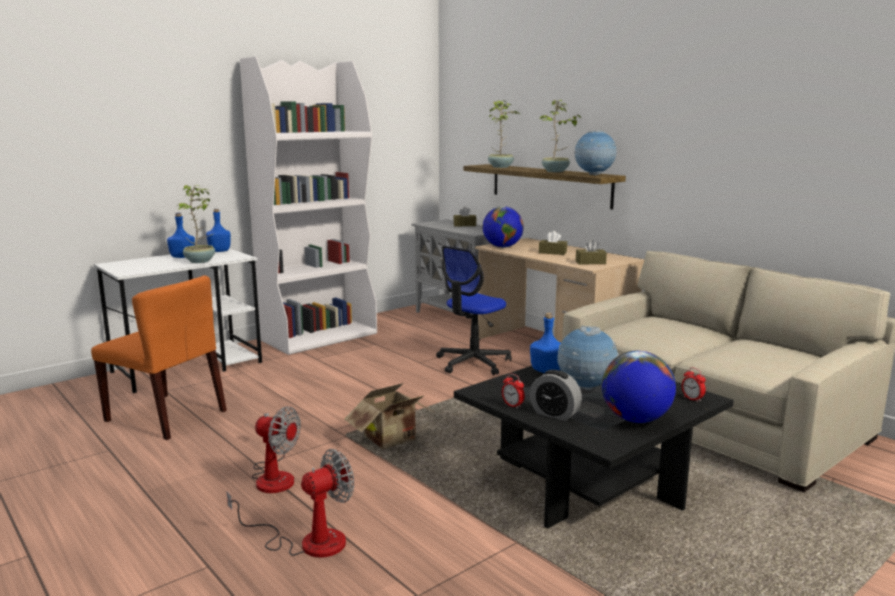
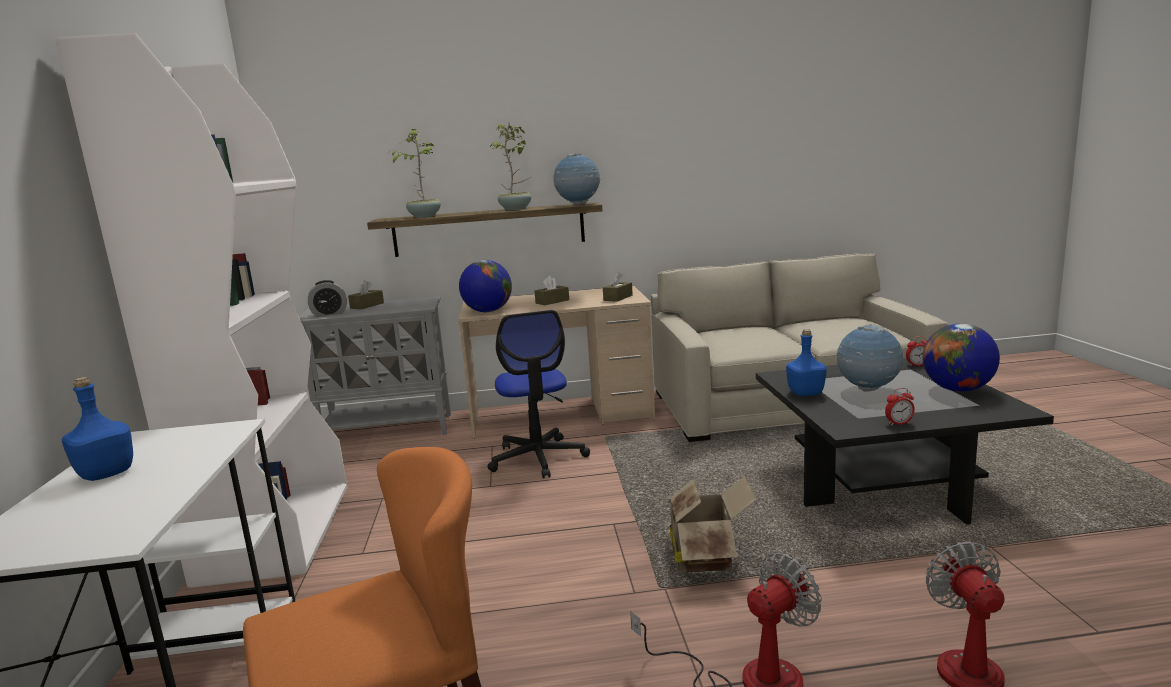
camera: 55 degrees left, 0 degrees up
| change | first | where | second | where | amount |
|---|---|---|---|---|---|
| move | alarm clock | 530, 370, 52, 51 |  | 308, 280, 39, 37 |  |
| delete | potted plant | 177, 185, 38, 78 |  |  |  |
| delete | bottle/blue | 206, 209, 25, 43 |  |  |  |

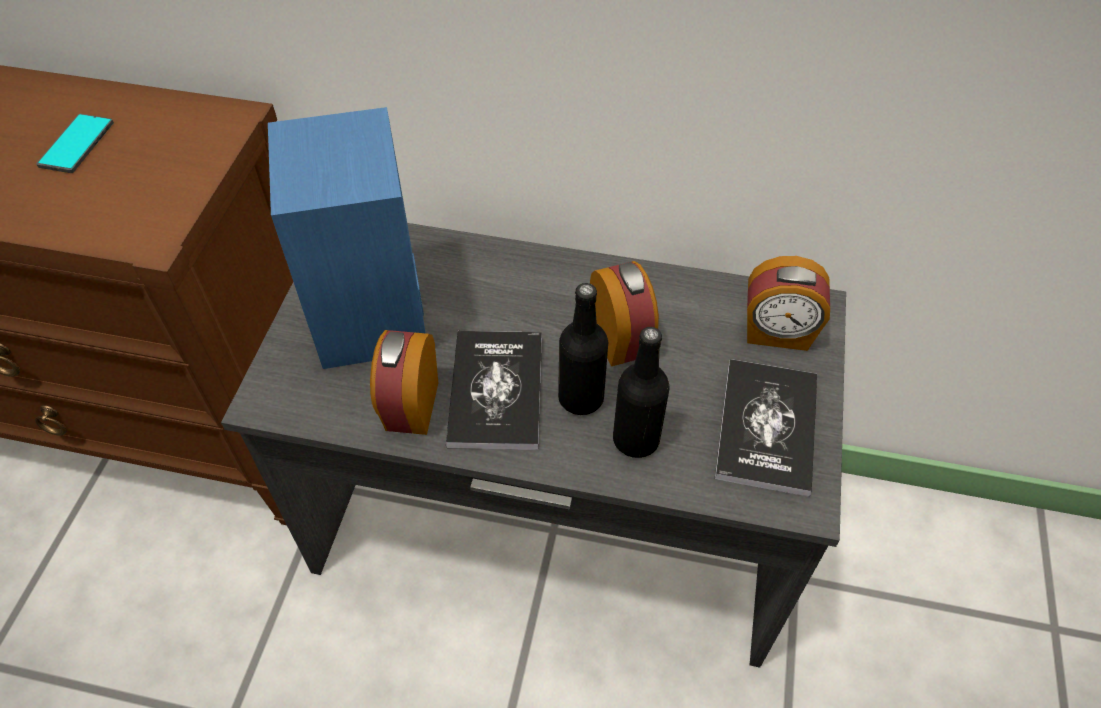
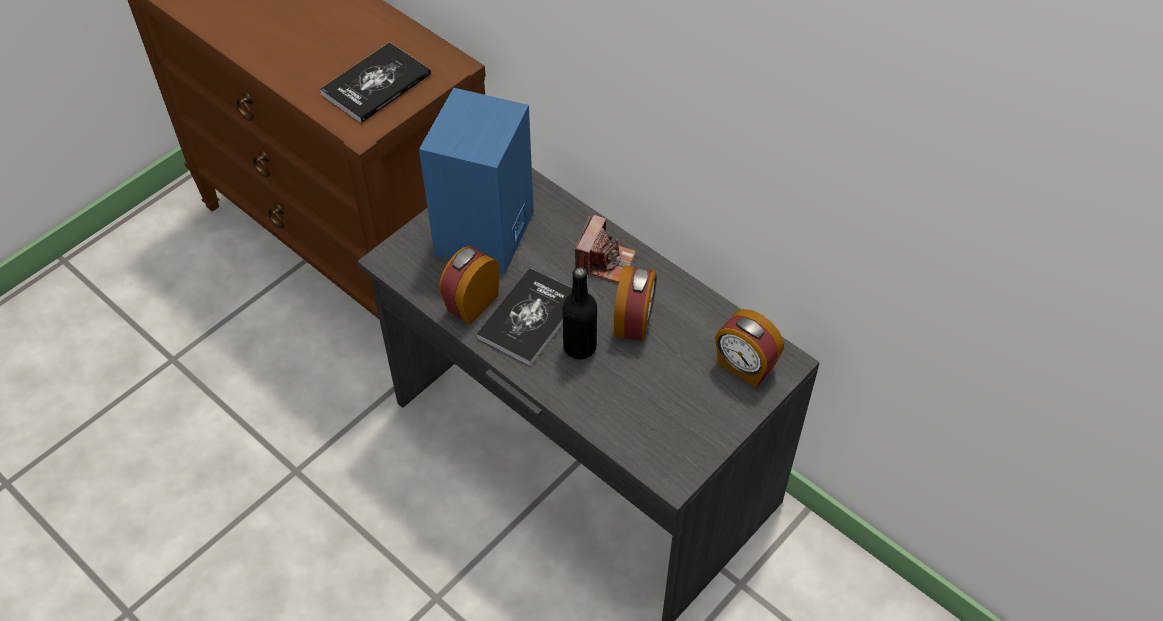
camera: 30 degrees right, 0 degrees up
| change | first | where | second | where | amount |
|---|---|---|---|---|---|
| move | book | 715, 359, 102, 138 |  | 320, 42, 111, 81 |  |
| insert |  |  | photo camera | 575, 214, 61, 69 |  |
| delete | phone | 36, 114, 78, 59 |  |  |  |
| delete | bottle/black | 613, 327, 56, 131 |  |  |  |

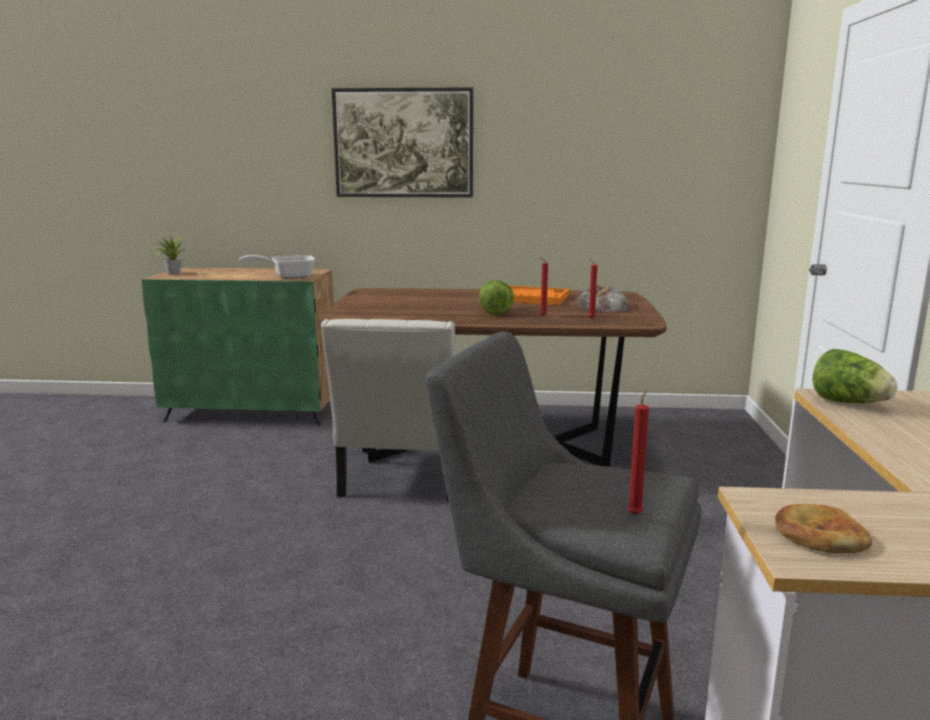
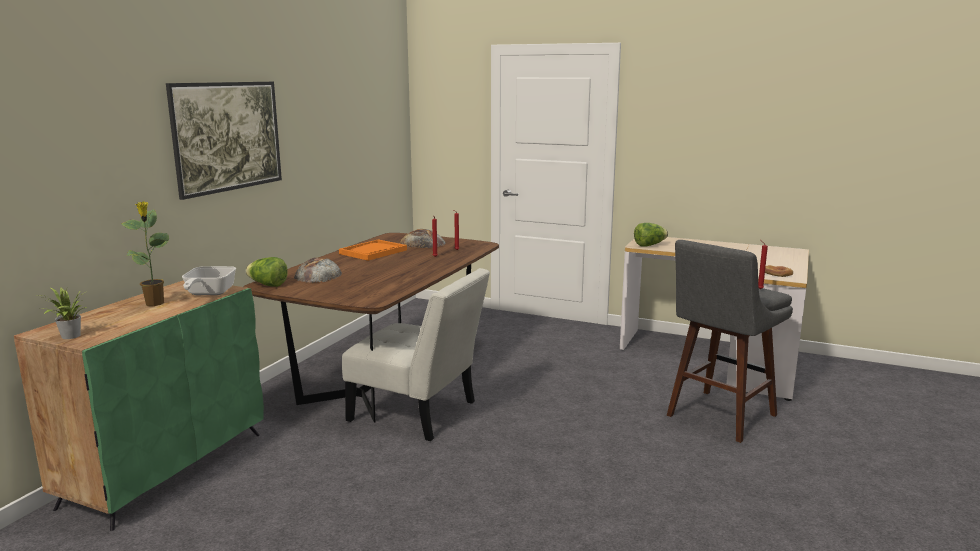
camera: 70 degrees left, 0 degrees up
| change | first | where | second | where | amount |
|---|---|---|---|---|---|
| insert |  |  | potted plant | 121, 201, 48, 105 |  |
| move | lettuce | 479, 280, 35, 35 |  | 246, 257, 42, 30 |  |
| insert |  |  | bread | 294, 258, 48, 25 |  |

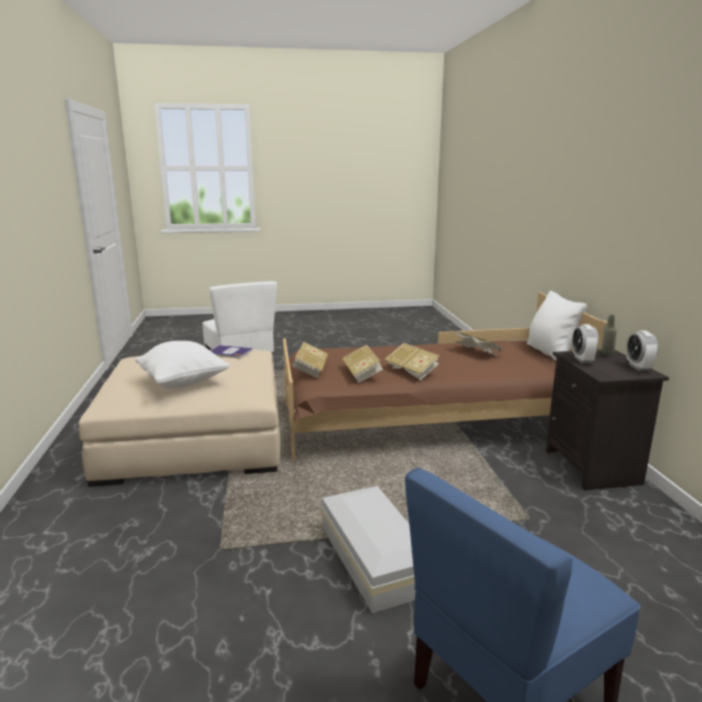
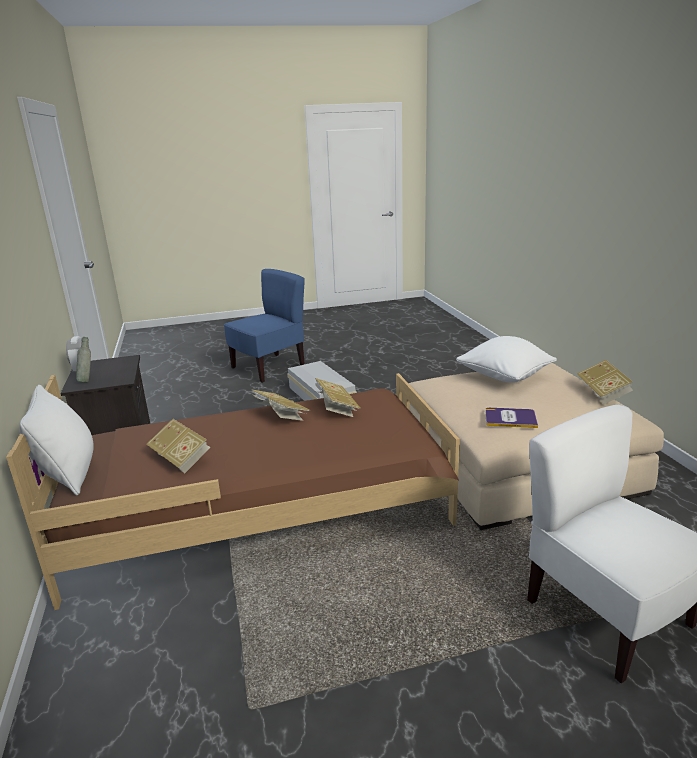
camera: 175 degrees right, 5 degrees up
| change | first | where | second | where | amount |
|---|---|---|---|---|---|
| move | book | 292, 341, 36, 37 |  | 577, 360, 56, 44 |  |
| delete | alarm clock | 572, 324, 27, 39 |  |  |  |

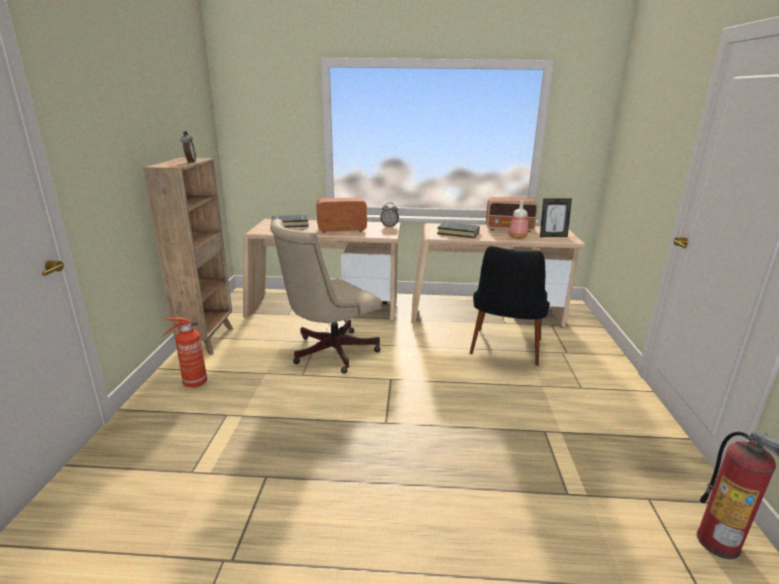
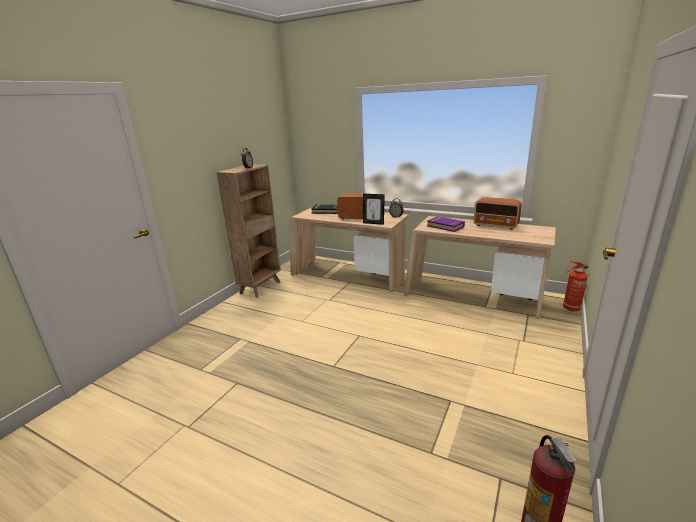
camera: 25 degrees right, 0 degrees up
| change | first | where | second | where | amount |
|---|---|---|---|---|---|
| move | picture frame | 540, 198, 32, 39 |  | 363, 194, 22, 31 |  |
| recolor | book/black | 437, 222, 43, 16 | book/purple | 427, 216, 38, 16 |  |
| move | fire extinguisher | 162, 318, 45, 70 |  | 563, 261, 26, 50 |  |
| delete | office chair/beige | 270, 219, 111, 155 |  |  |  |
| delete | chair/black | 470, 246, 80, 120 |  |  |  |
| delete | bottle | 509, 200, 19, 39 |  |  |  |

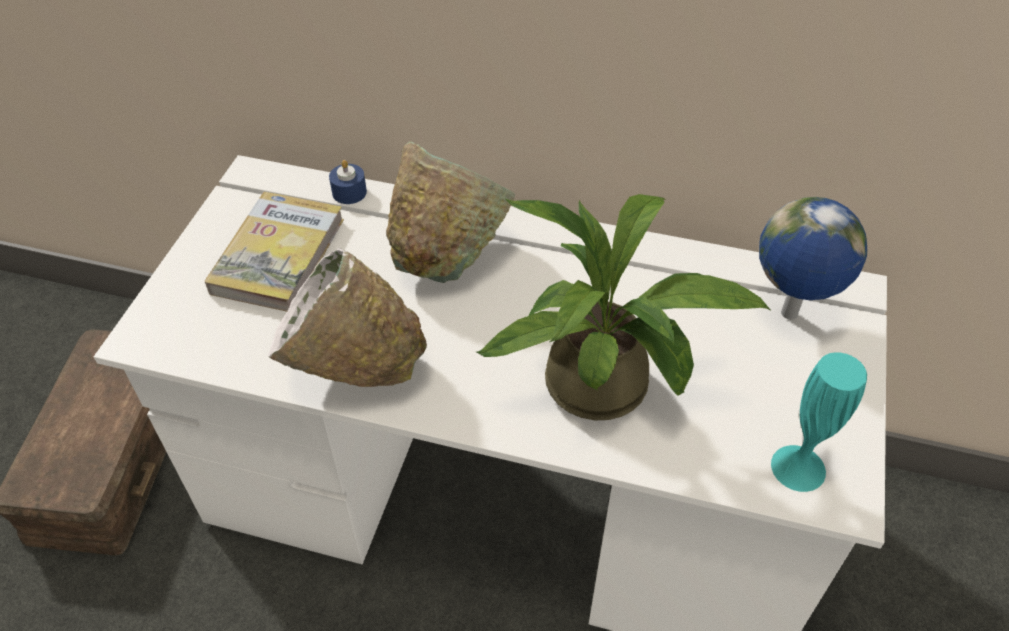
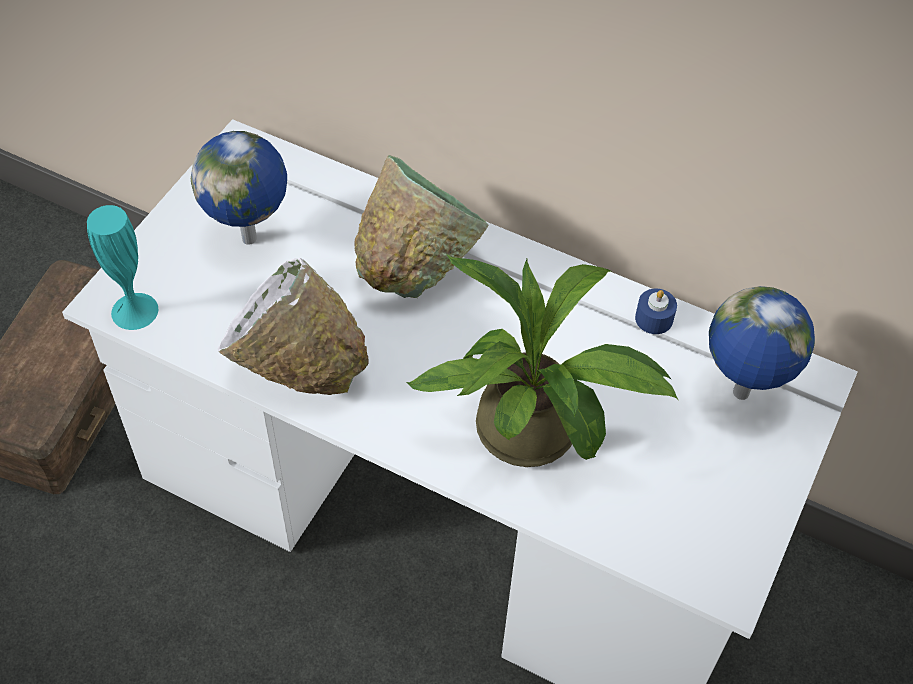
camera: 10 degrees right, 5 degrees up
| change | first | where | second | where | amount |
|---|---|---|---|---|---|
| move | vase/turquoise | 771, 352, 96, 140 |  | 87, 205, 71, 125 |  |
| replace | book | 205, 192, 139, 120 | globe | 191, 131, 96, 114 |  |
| move | candle/blue | 329, 160, 38, 44 |  | 635, 289, 42, 45 |  |

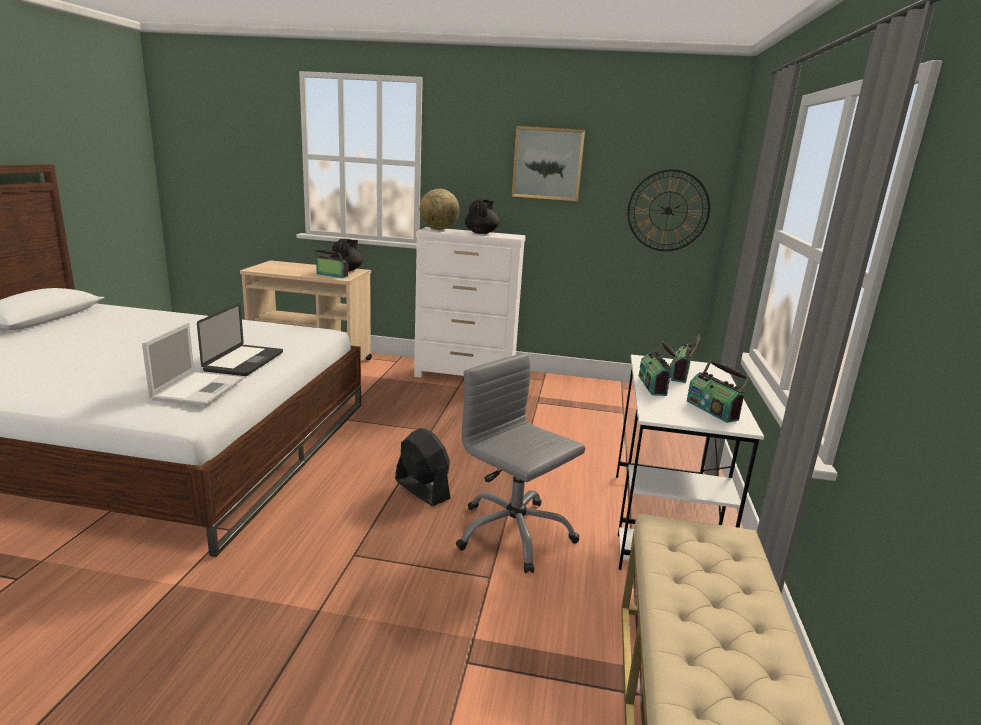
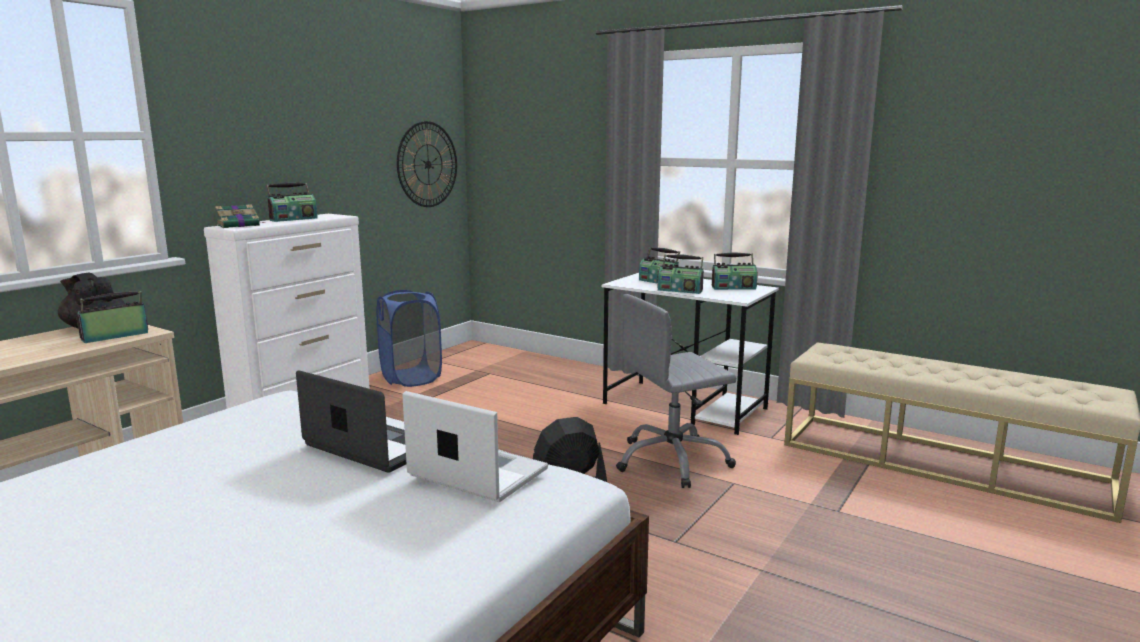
camera: 65 degrees left, 5 degrees down
| change | first | where | second | where | amount |
|---|---|---|---|---|---|
| replace | globe | 419, 189, 41, 41 | book | 215, 204, 49, 24 |  |
| replace | teapot/black | 465, 199, 34, 35 | radio | 266, 182, 51, 40 |  |
| insert |  |  | laundry basket/blue | 376, 290, 66, 97 |  |
| delete | picture | 512, 126, 73, 75 |  |  |  |

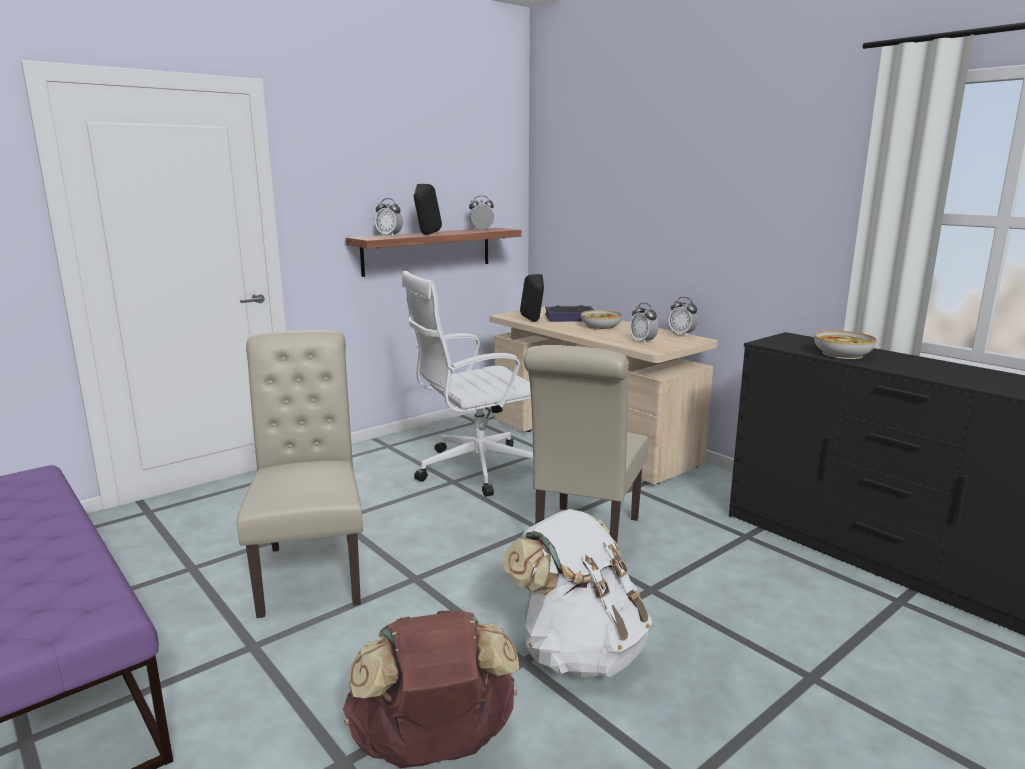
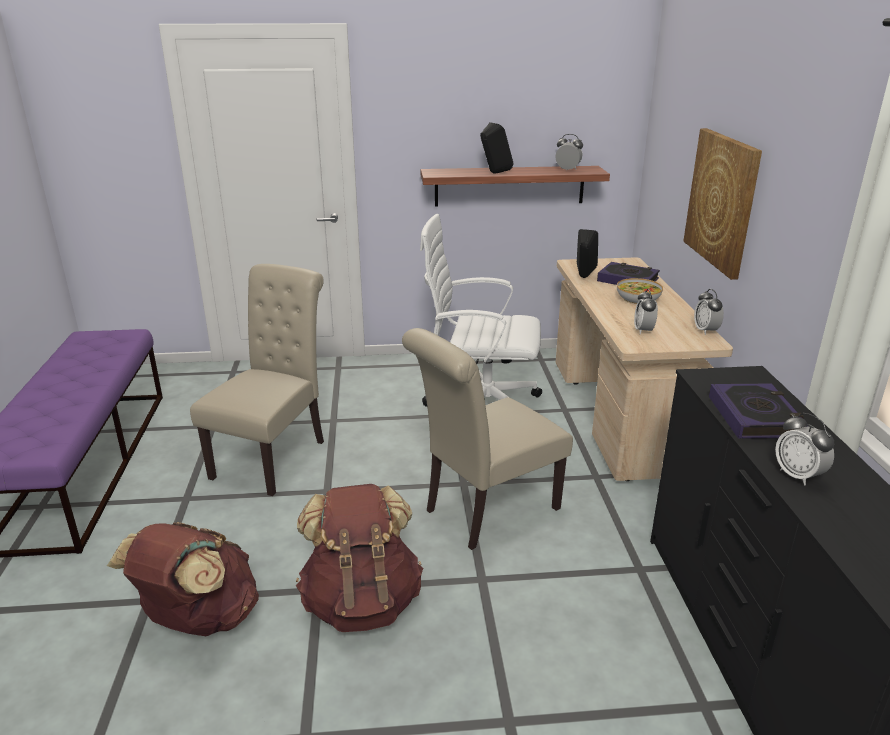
camera: 35 degrees right, 10 degrees up
| change | first | where | second | where | amount |
|---|---|---|---|---|---|
| recolor | backpack/white | 503, 509, 149, 169 | backpack/brown | 296, 484, 127, 148 |  |
| insert |  |  | picture | 683, 128, 79, 152 |  |
| replace | bowl | 814, 330, 63, 29 | book | 709, 383, 99, 56 |  |
| move | alarm clock | 375, 198, 28, 39 |  | 775, 413, 59, 73 |  |

